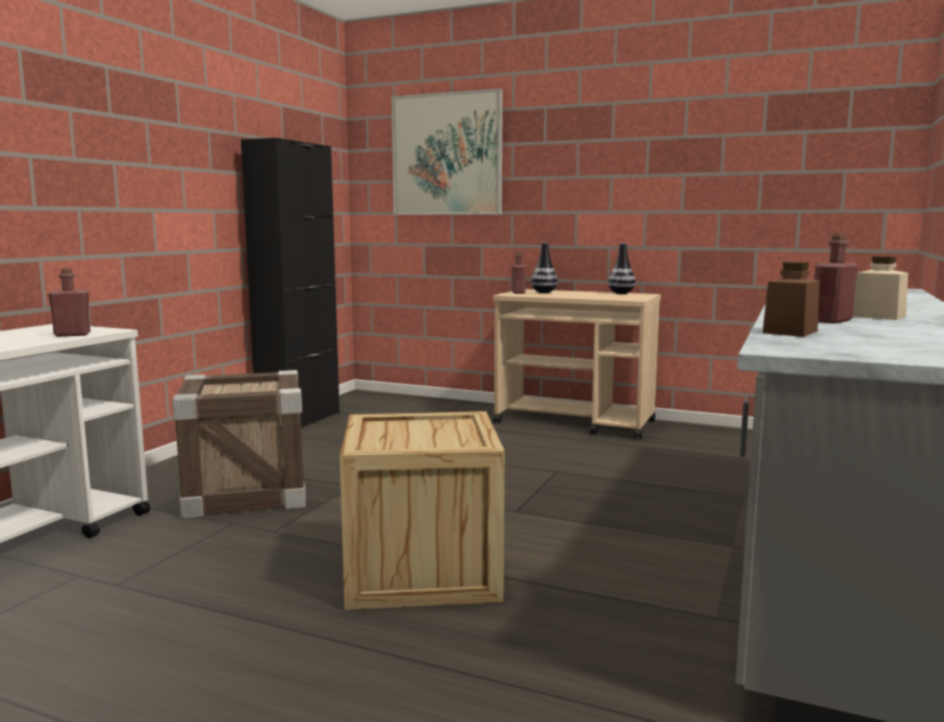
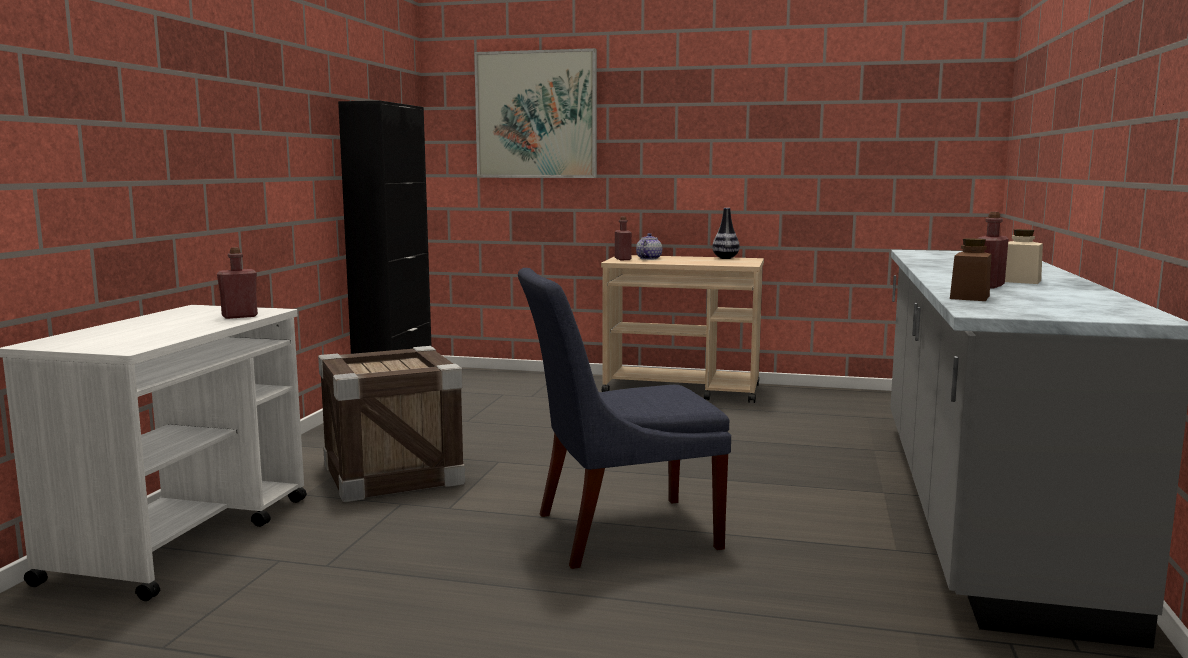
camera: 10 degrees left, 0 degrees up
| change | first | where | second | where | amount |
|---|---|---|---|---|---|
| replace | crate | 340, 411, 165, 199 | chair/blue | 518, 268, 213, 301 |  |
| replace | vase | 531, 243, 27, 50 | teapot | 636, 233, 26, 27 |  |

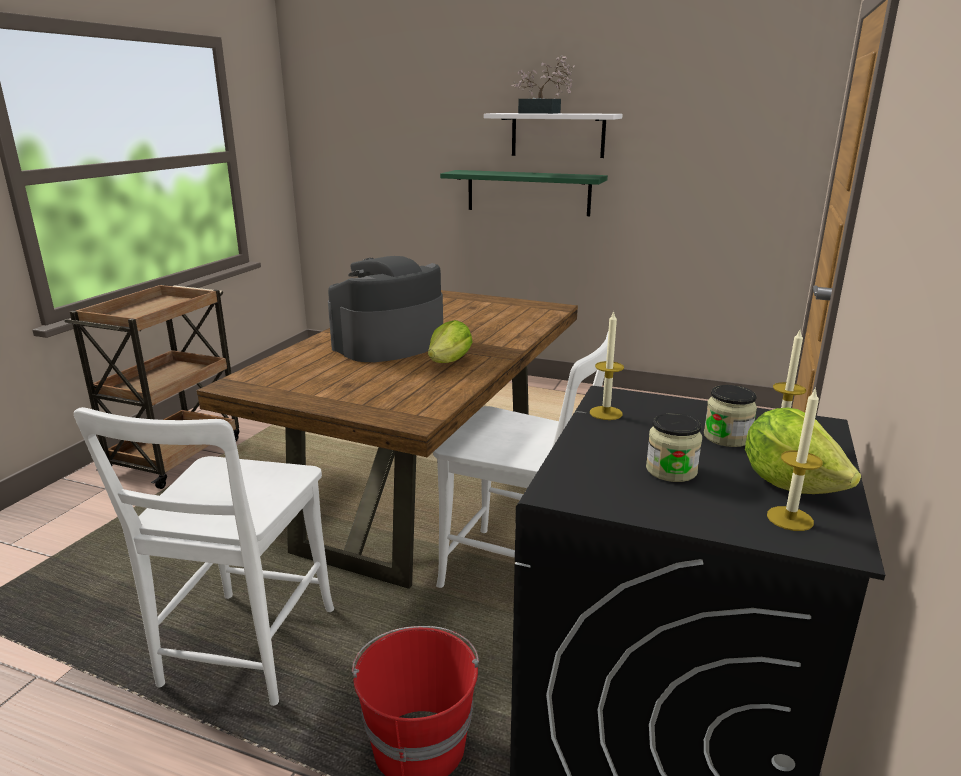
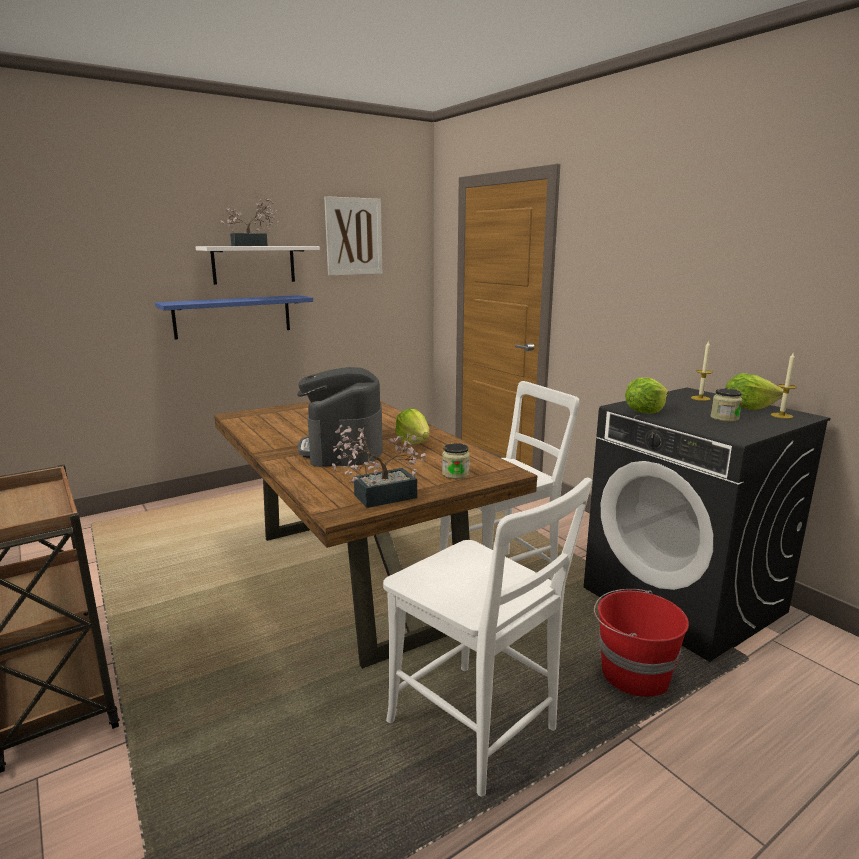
camera: 55 degrees left, 5 degrees down
| change | first | where | second | where | amount |
|---|---|---|---|---|---|
| recolor | shelf/green | 440, 170, 168, 46 | shelf/blue | 155, 295, 158, 45 |  |
| insert |  |  | picture | 324, 196, 58, 80 |  |
| insert |  |  | potted plant | 332, 424, 94, 84 |  |
| move | jar | 704, 385, 53, 62 |  | 442, 443, 28, 36 |  |
| replace | candle | 590, 310, 34, 110 | lettuce | 625, 378, 43, 35 |  |

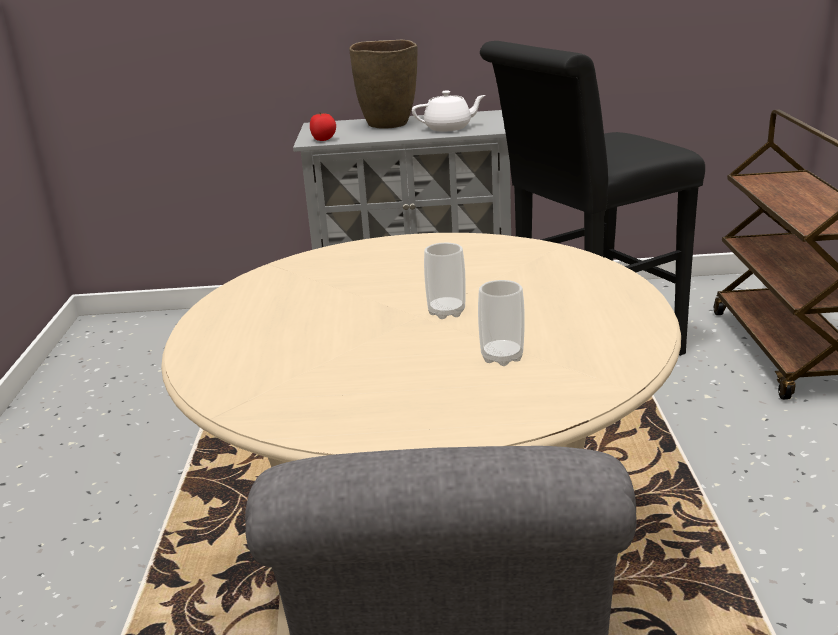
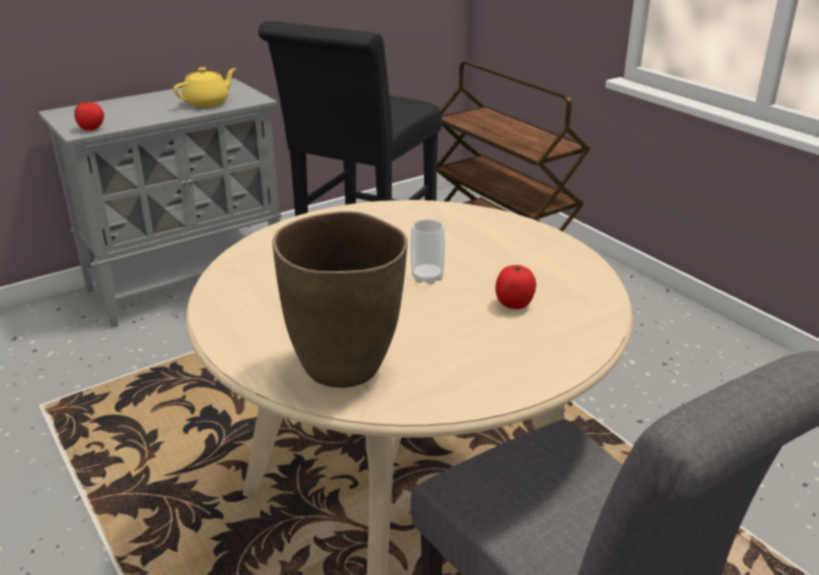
camera: 35 degrees left, 5 degrees up
| change | first | where | second | where | amount |
|---|---|---|---|---|---|
| recolor | teapot/white | 412, 91, 74, 41 | teapot/yellow | 173, 67, 63, 40 |  |
| move | vase/brown | 349, 40, 68, 88 |  | 272, 211, 136, 177 |  |
| replace | cup | 478, 280, 47, 86 | tomato | 495, 265, 41, 44 |  |

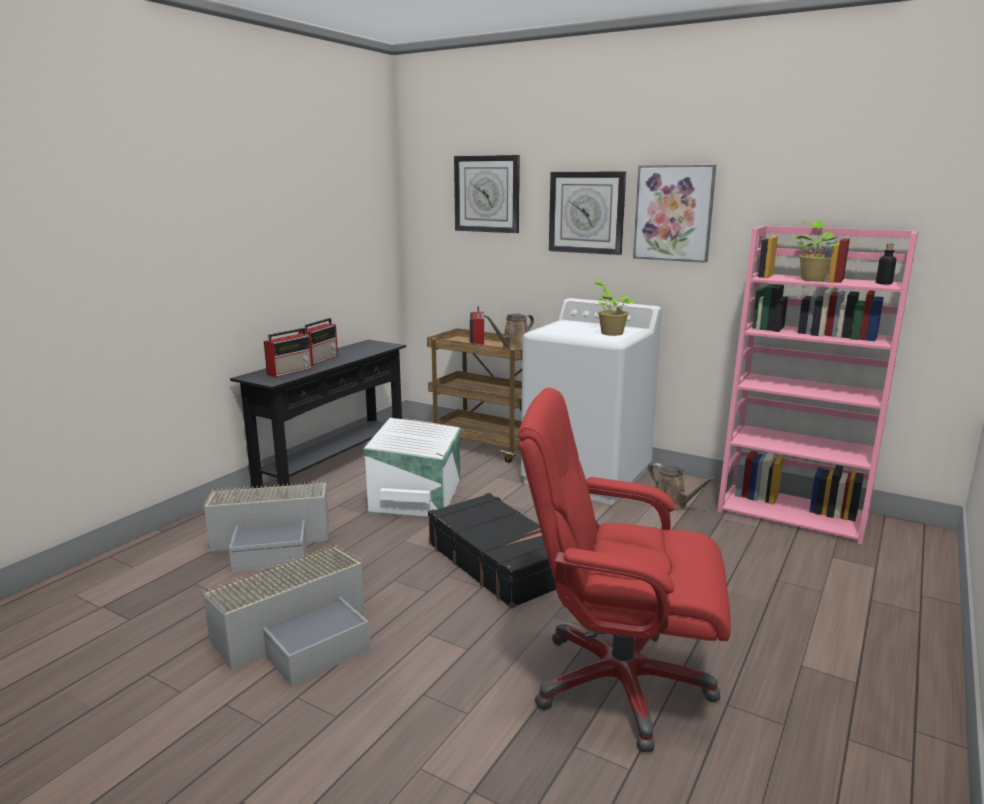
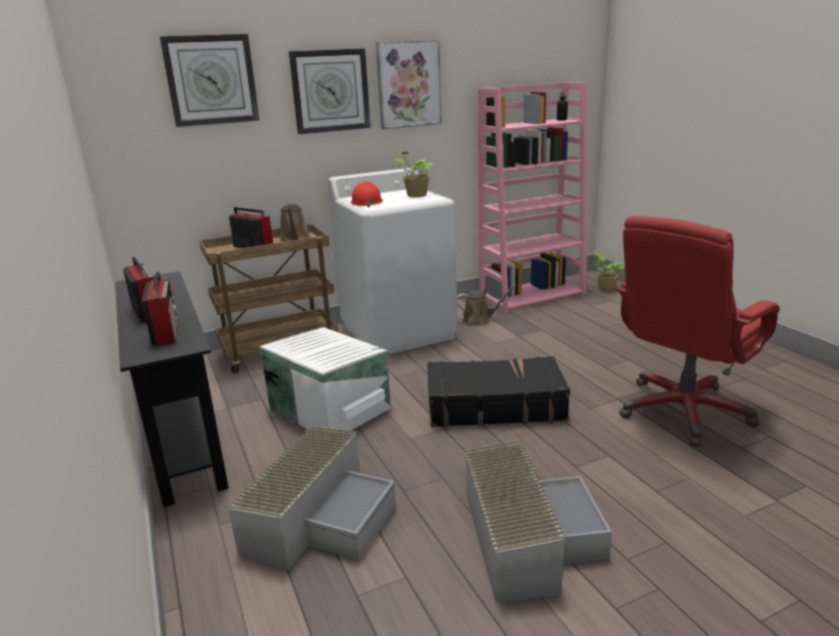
camera: 55 degrees left, 5 degrees up
| change | first | where | second | where | amount |
|---|---|---|---|---|---|
| insert |  |  | hard hat/red | 351, 182, 32, 25 |  |
| move | potted plant | 793, 221, 47, 60 |  | 594, 250, 31, 41 |  |

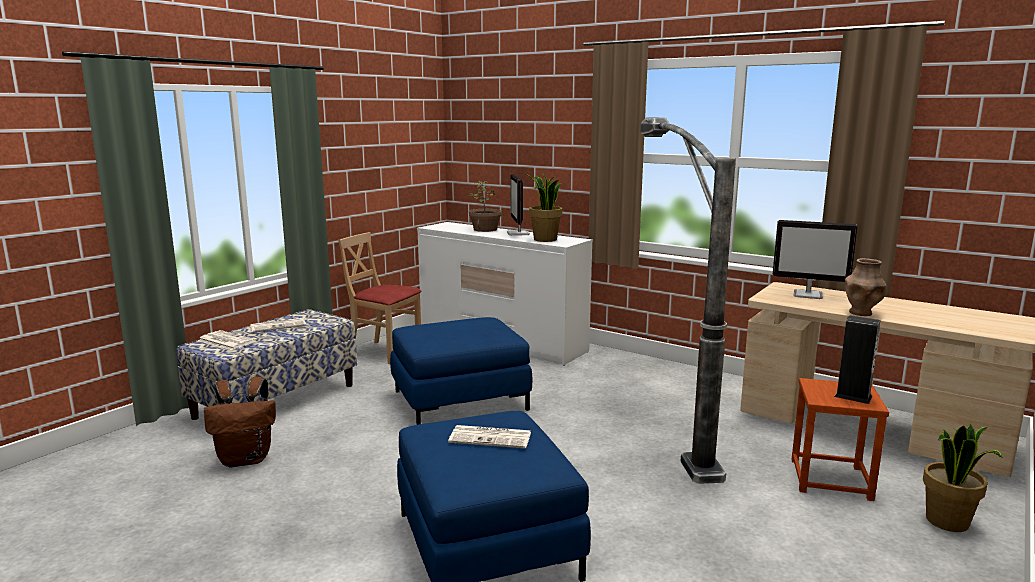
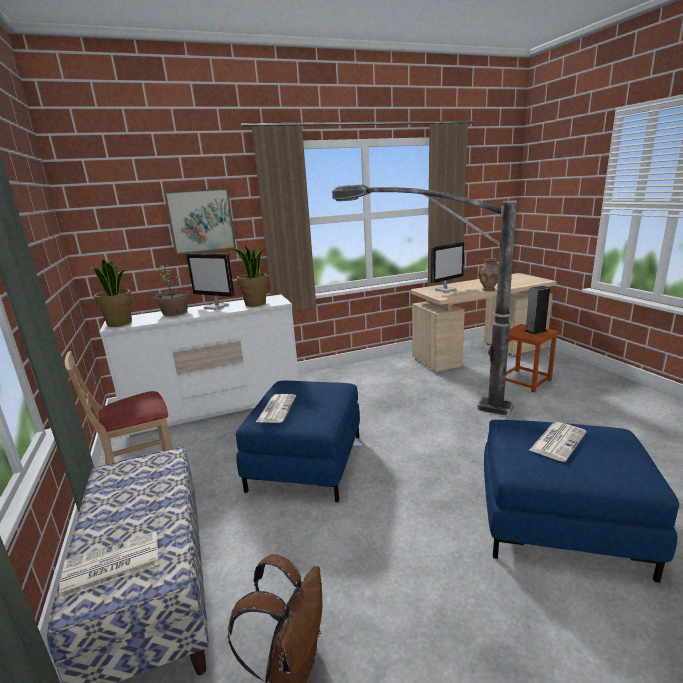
camera: 55 degrees left, 5 degrees up
| change | first | where | second | where | amount |
|---|---|---|---|---|---|
| move | potted plant | 923, 423, 80, 109 |  | 90, 259, 42, 68 |  |
| insert |  |  | picture | 164, 188, 72, 67 |  |
| move | newspaper | 250, 318, 56, 14 |  | 256, 394, 40, 29 |  |

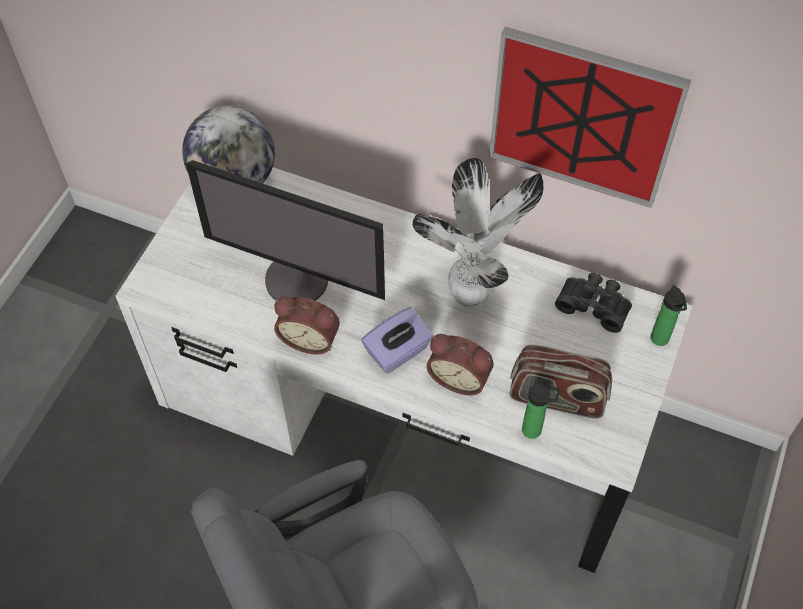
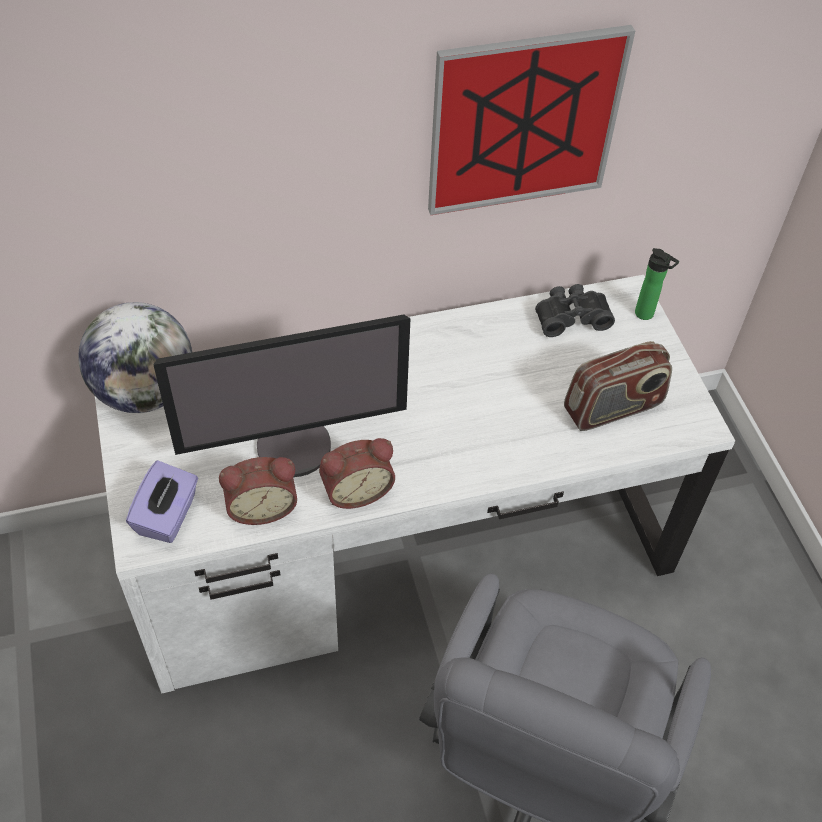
camera: 40 degrees left, 5 degrees down
| change | first | where | second | where | amount |
|---|---|---|---|---|---|
| move | tissue box/purple | 361, 307, 72, 67 |  | 126, 460, 72, 83 |  |
| move | alarm clock | 427, 334, 67, 61 |  | 219, 457, 78, 68 |  |
| delete | potted plant | 413, 158, 131, 149 |  |  |  |
| delete | bottle | 522, 384, 37, 55 |  |  |  |

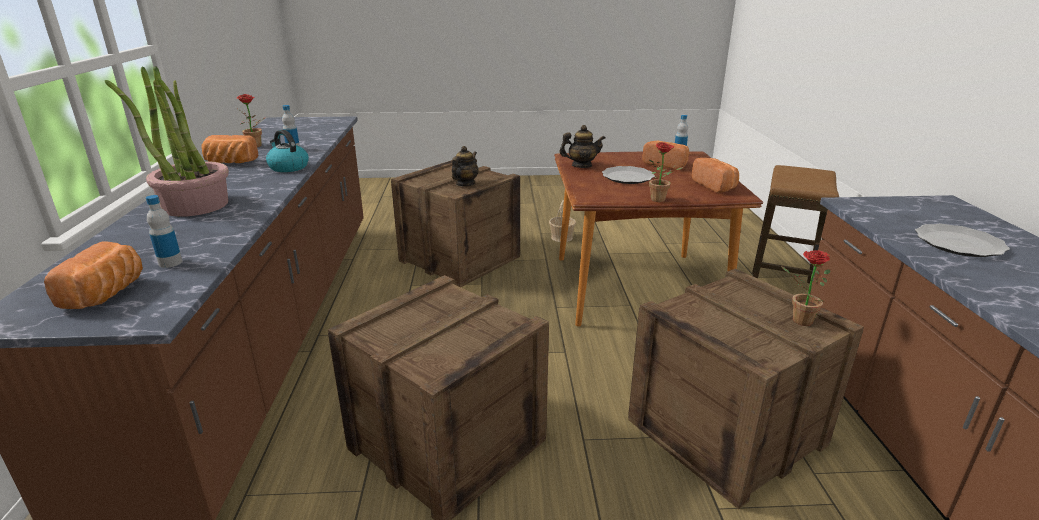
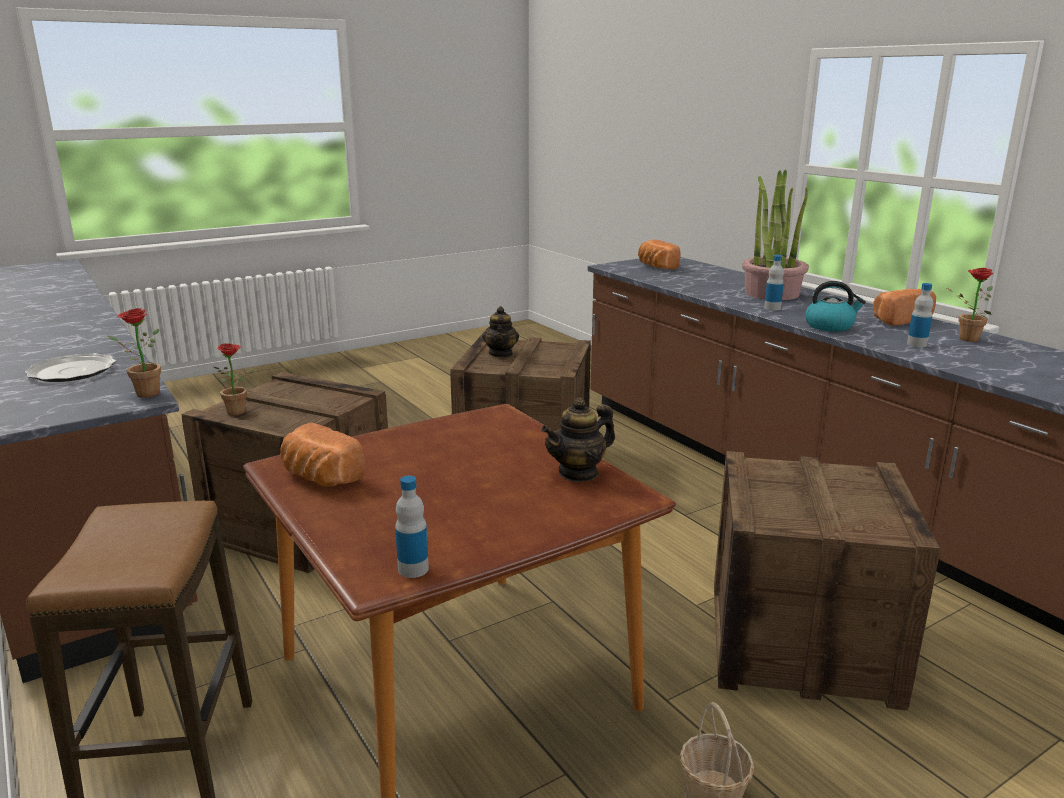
camera: 150 degrees right, 5 degrees down
| change | first | where | second | where | amount |
|---|---|---|---|---|---|
| move | potted plant | 649, 142, 35, 60 |  | 107, 308, 54, 90 |  |
| move | teapot | 452, 146, 27, 40 |  | 482, 306, 37, 51 |  |
| move | bottle | 146, 195, 36, 73 |  | 764, 255, 20, 56 |  |
| delete | plate | 602, 166, 53, 18 |  |  |  |
| delete | bread | 643, 141, 46, 28 |  |  |  |

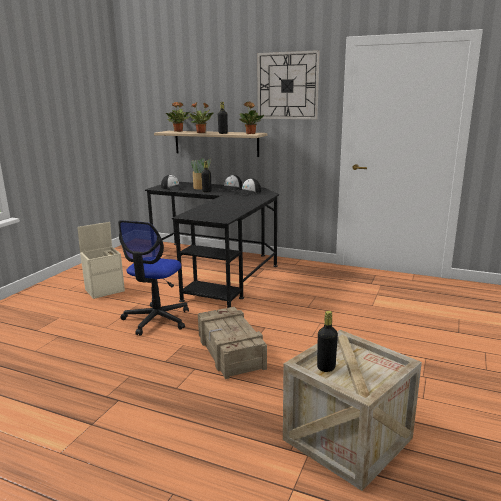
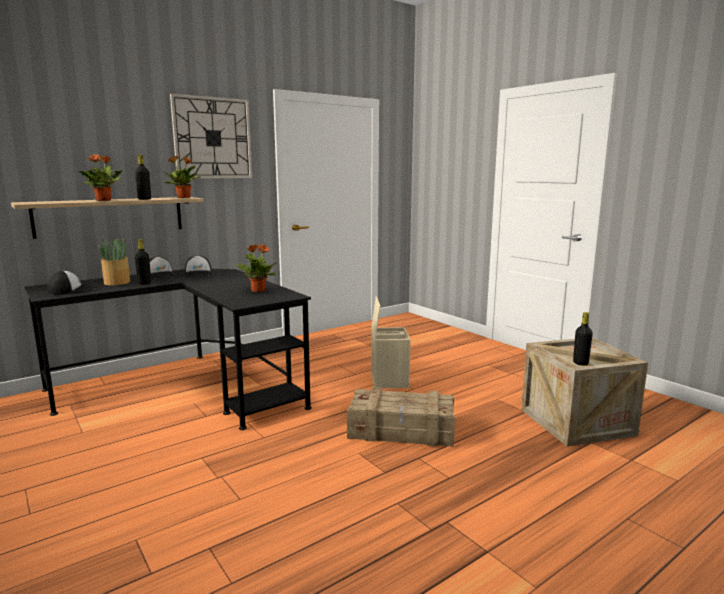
camera: 60 degrees left, 5 degrees down
| change | first | where | second | where | amount |
|---|---|---|---|---|---|
| move | potted plant | 166, 102, 24, 30 |  | 236, 245, 40, 47 |  |
| move | storage box/beige | 77, 222, 48, 77 |  | 371, 296, 40, 93 |  |
| delete | office chair | 118, 220, 71, 116 |  |  |  |

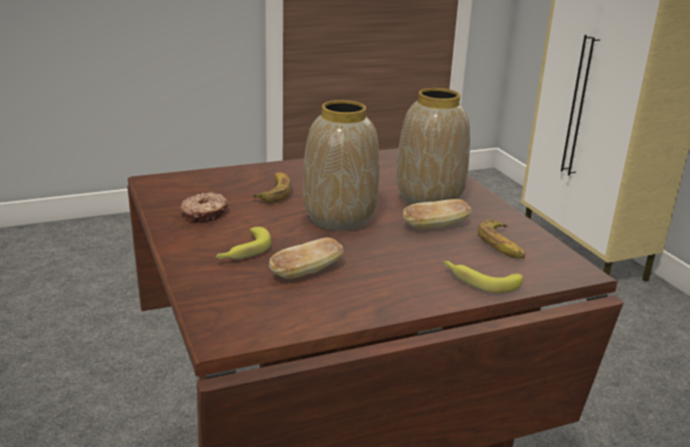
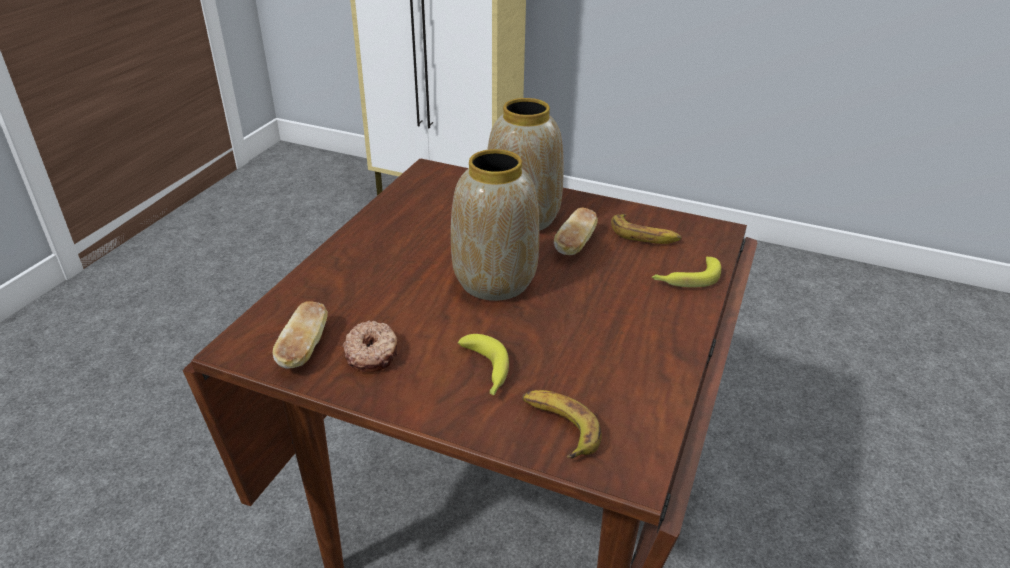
camera: 45 degrees left, 10 degrees up
| change | first | where | second | where | amount |
|---|---|---|---|---|---|
| move | bread | 269, 237, 75, 42 |  | 273, 301, 55, 68 |  |
| move | banana | 253, 172, 38, 31 |  | 522, 390, 80, 69 |  |

